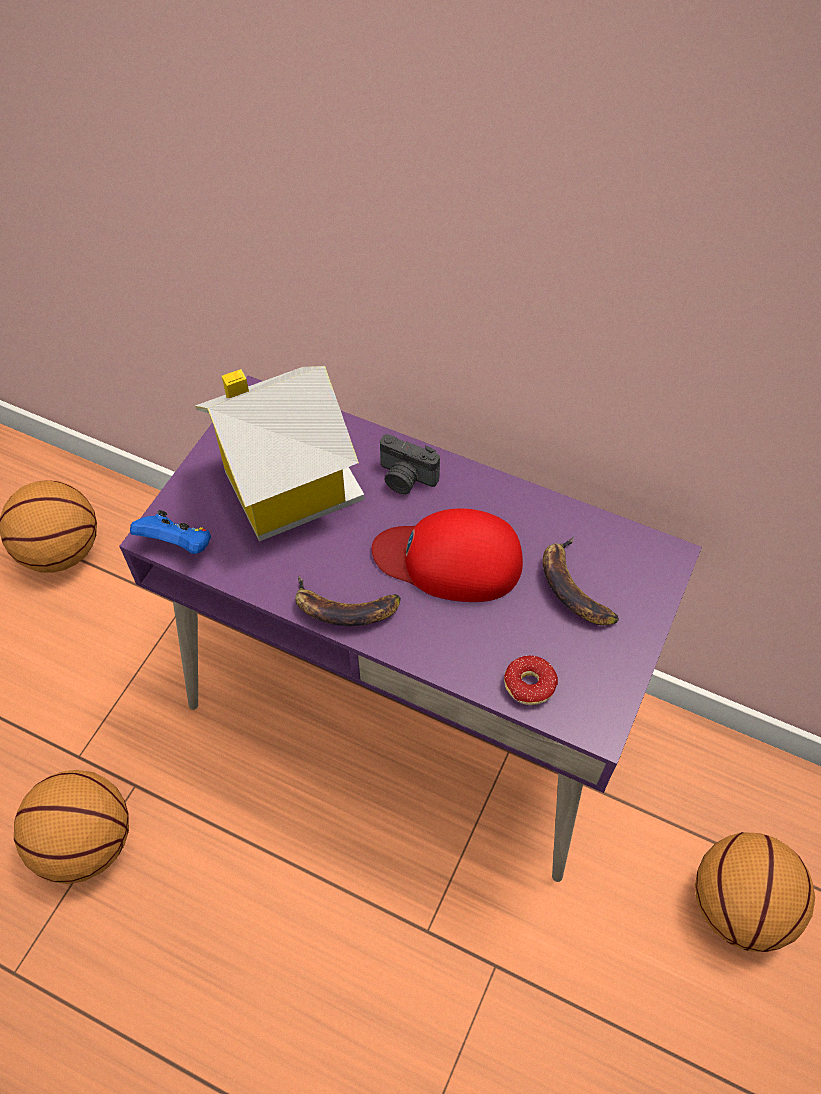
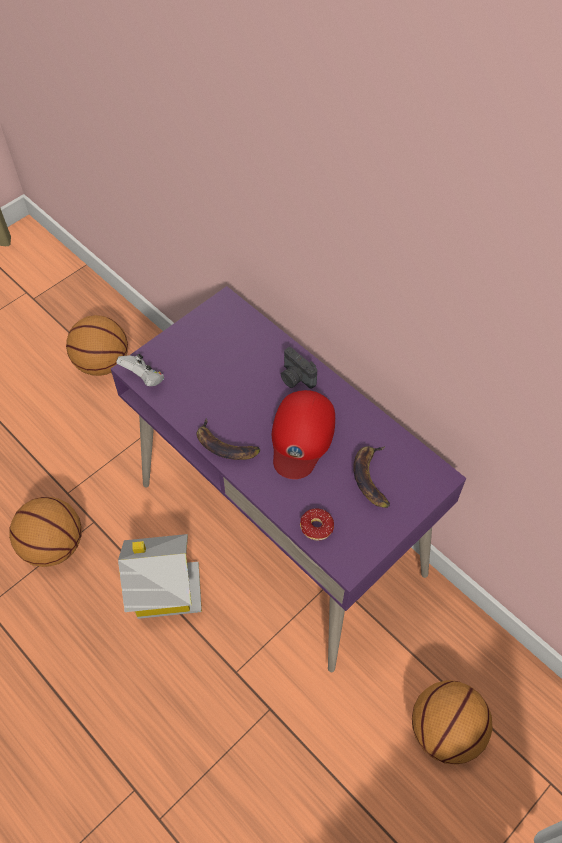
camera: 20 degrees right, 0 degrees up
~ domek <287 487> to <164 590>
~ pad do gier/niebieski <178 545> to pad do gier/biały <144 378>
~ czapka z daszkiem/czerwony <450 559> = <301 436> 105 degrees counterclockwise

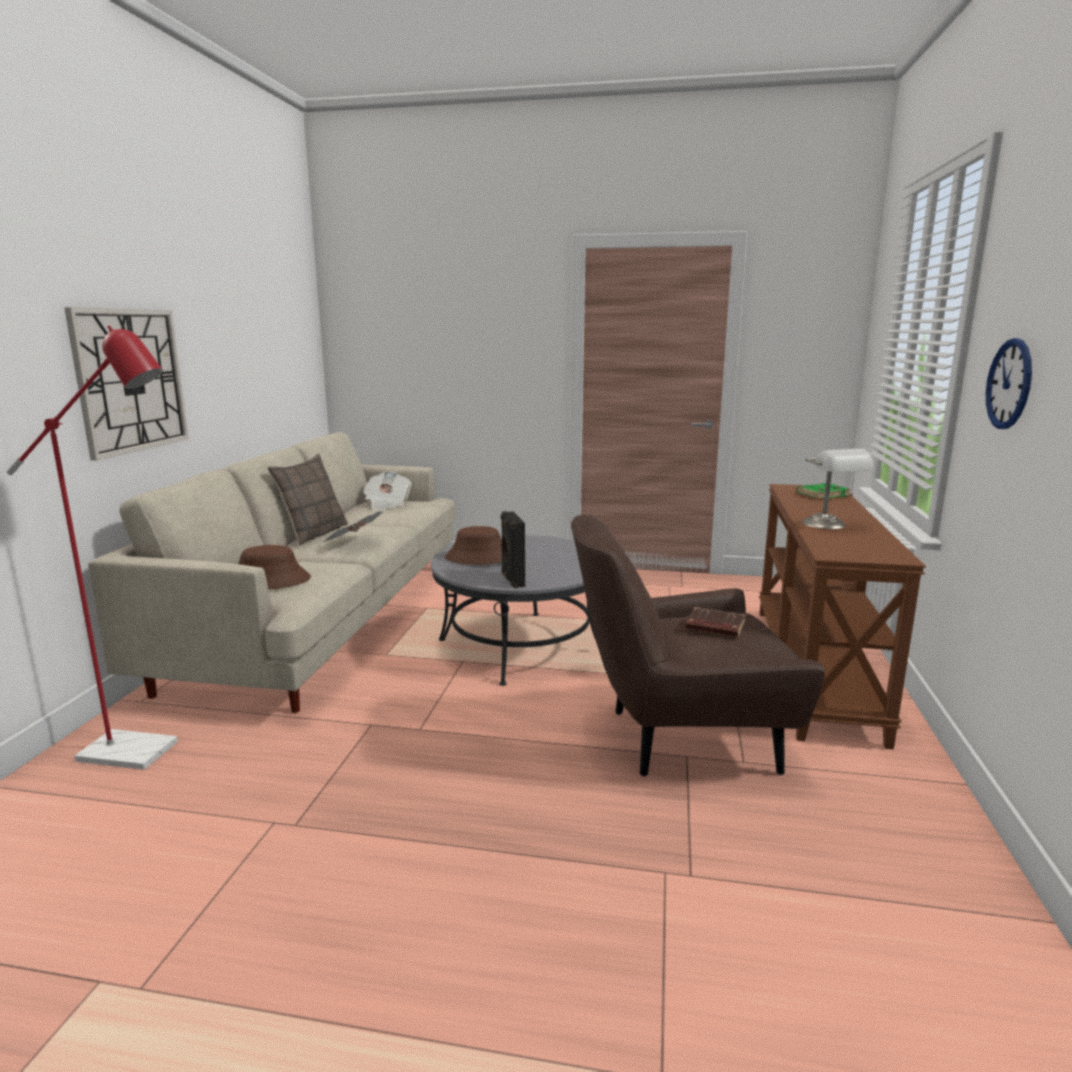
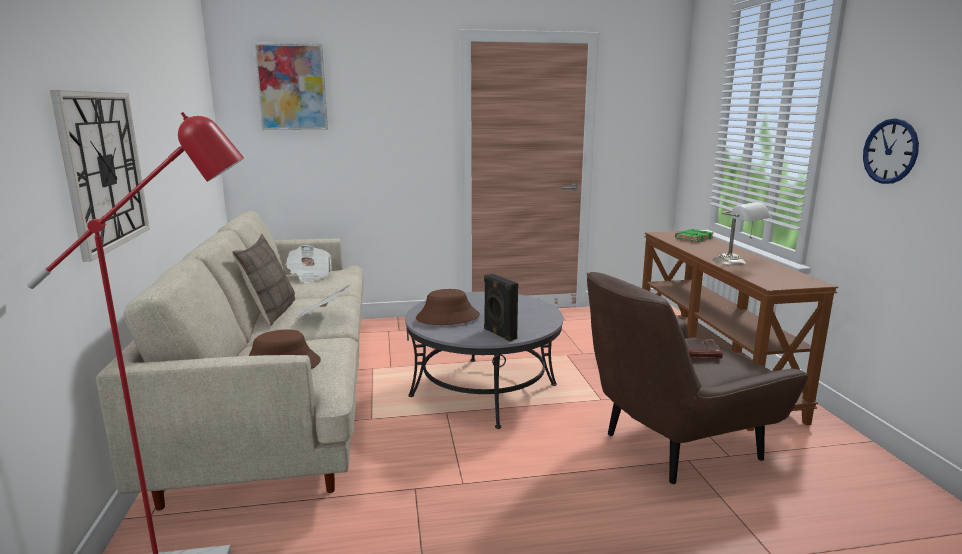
camera: 20 degrees left, 0 degrees up
+ obraz <292 87>

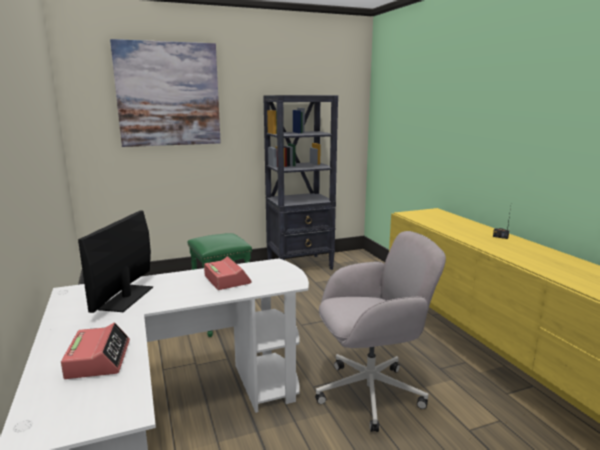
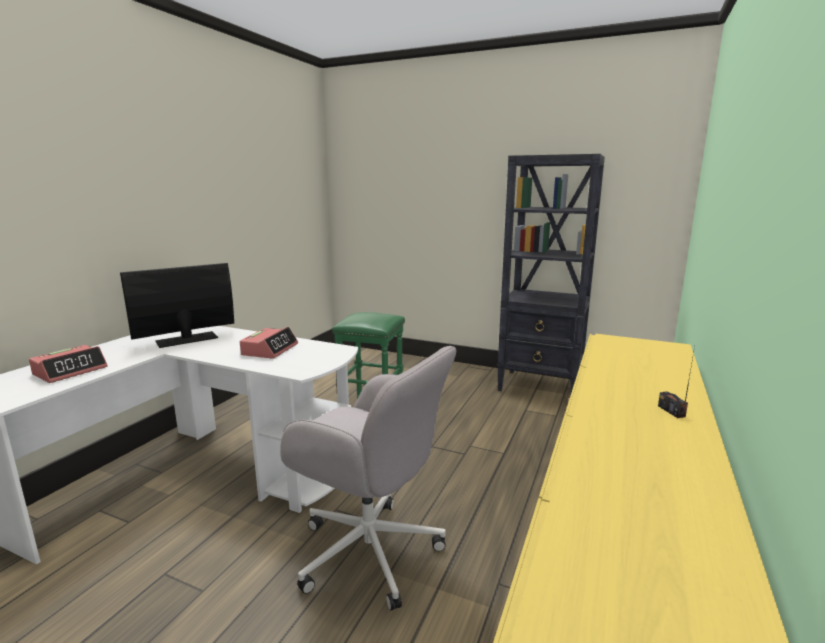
camera: 45 degrees right, 0 degrees up
- obraz <168 94>

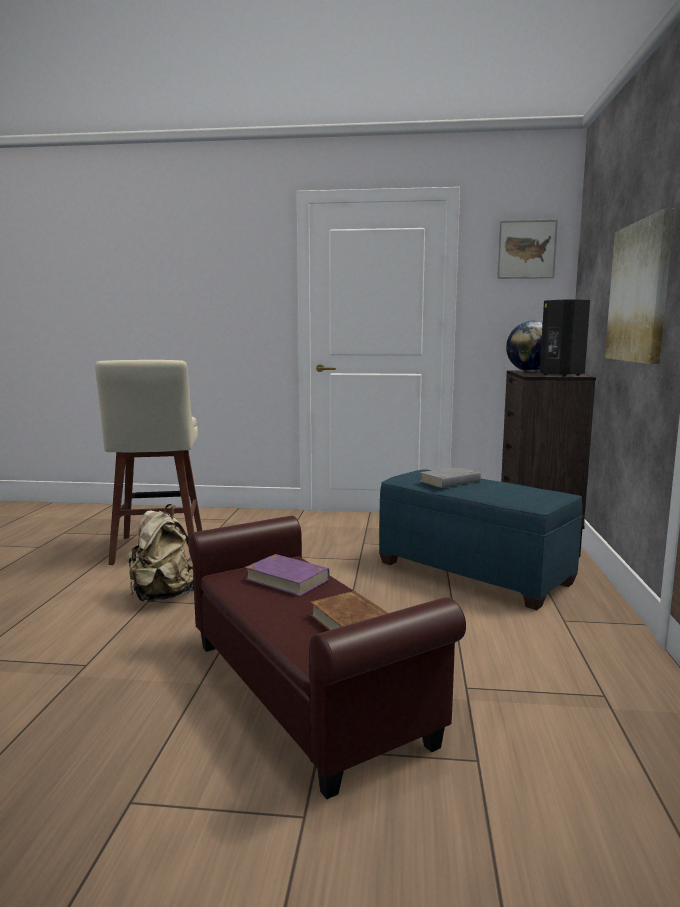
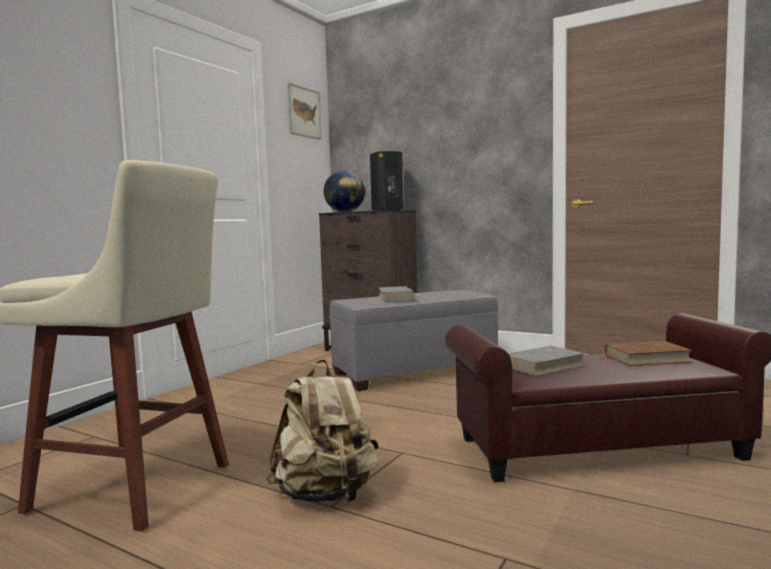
camera: 65 degrees left, 5 degrees down
- obraz <639 292>
~ książka/fioletowy <287 579> to książka/szary <542 366>
~ pufa/niebieski <474 573> to pufa/szary <415 372>

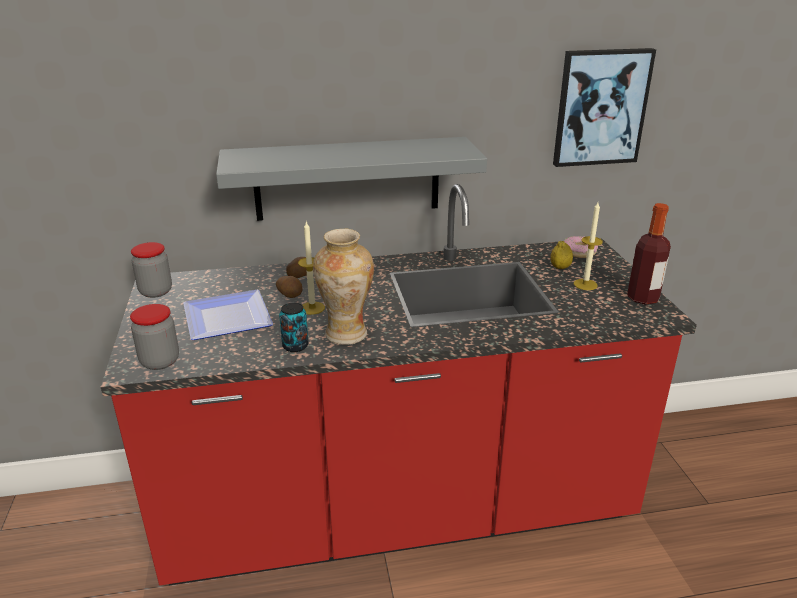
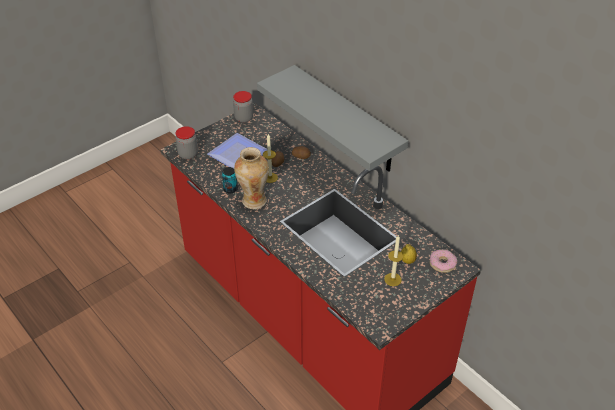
camera: 60 degrees right, 15 degrees up
- obraz <600 107>
- butelka <643 298>

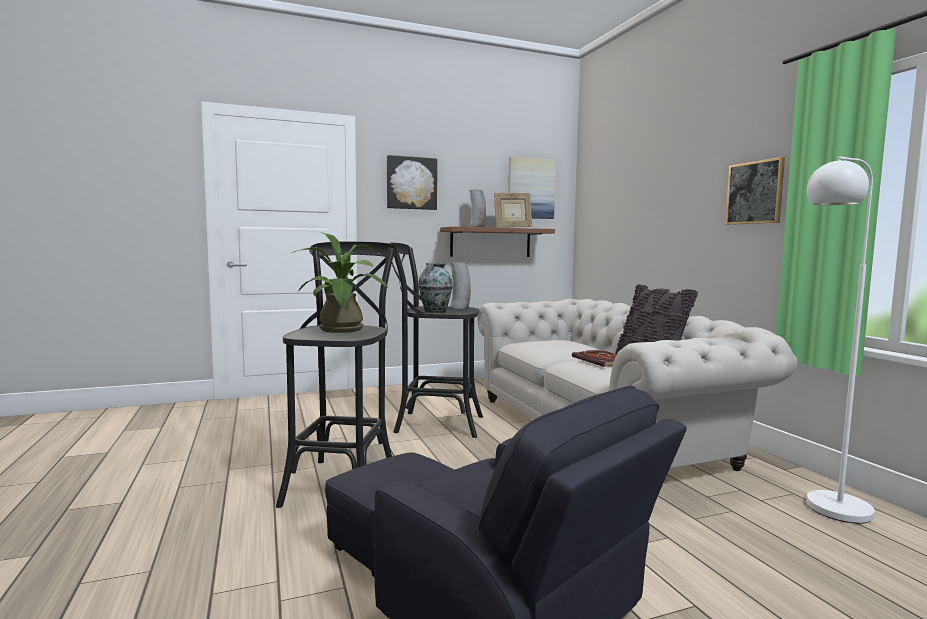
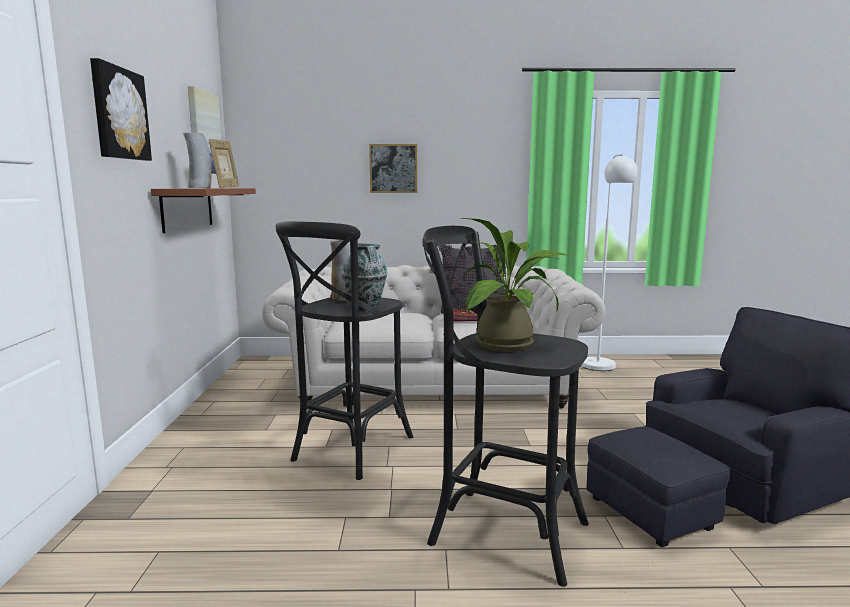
camera: 70 degrees left, 5 degrees up
~ obraz <755 192> to <393 168>

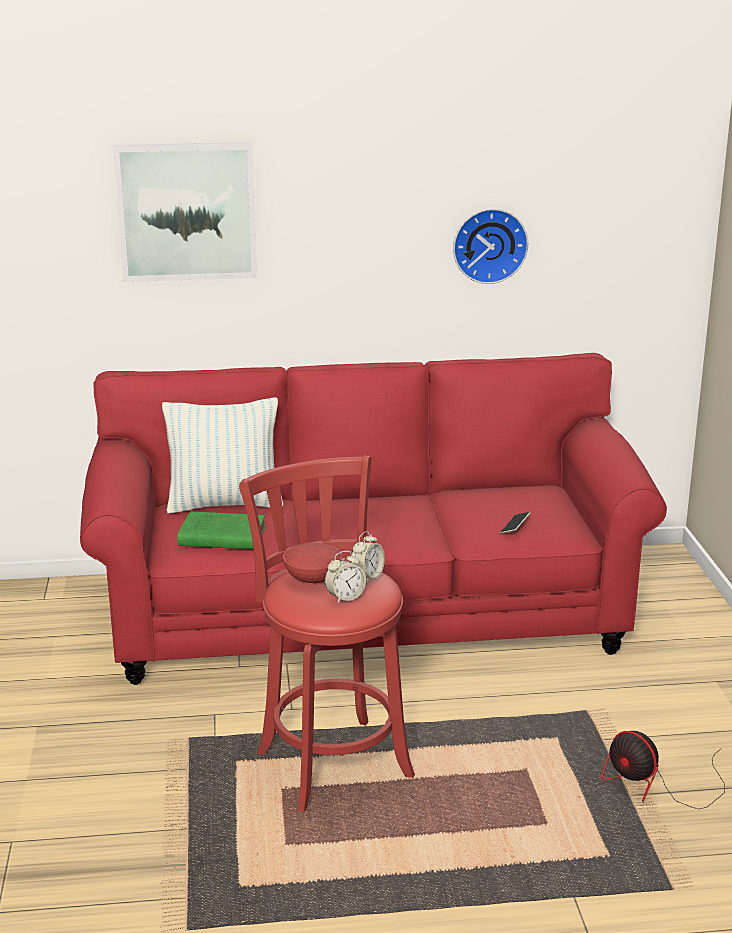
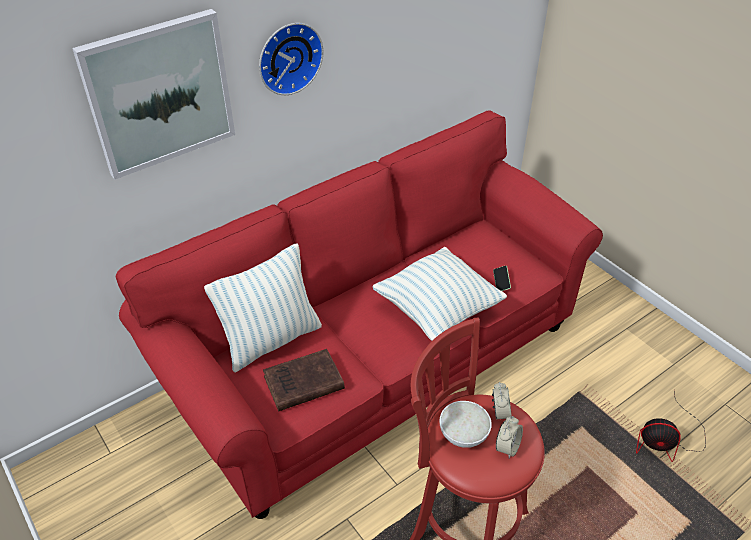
camera: 30 degrees left, 20 degrees up
+ poduszka <437 310>
~ zegar ścienny <489 245> to <288 57>
~ książka/zielony <220 536> to książka/brązowy <301 384>
~ miska/czerwony <312 579> to miska/biały <463 435>

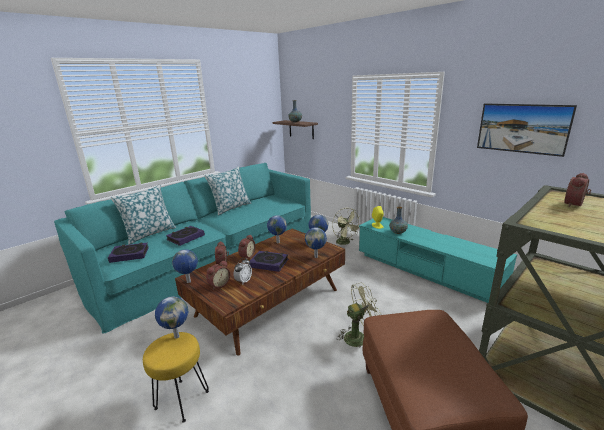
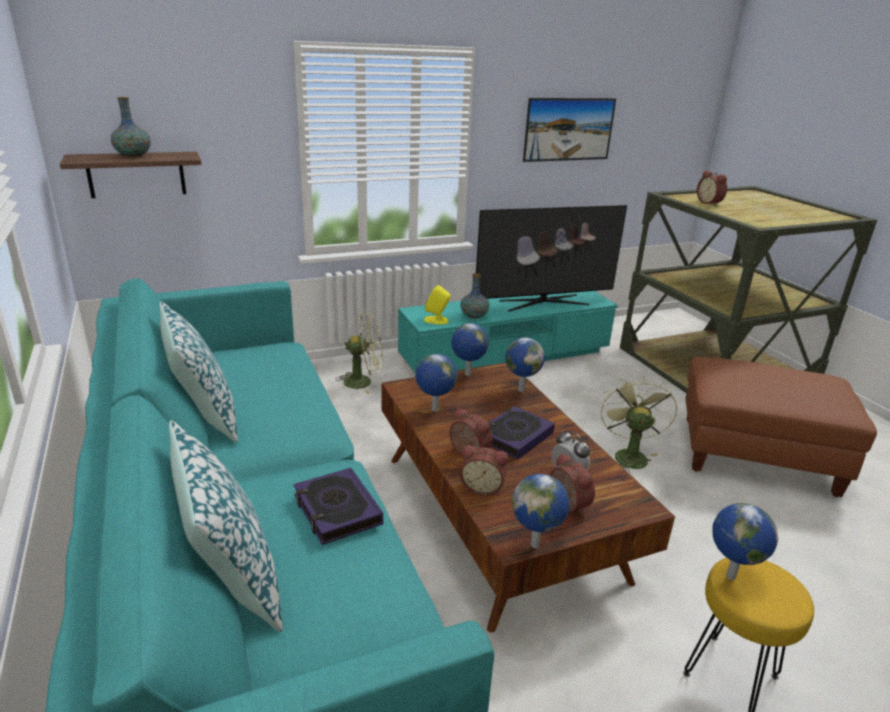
camera: 70 degrees left, 5 degrees up
- książka <129 255>
+ telewizor <543 302>

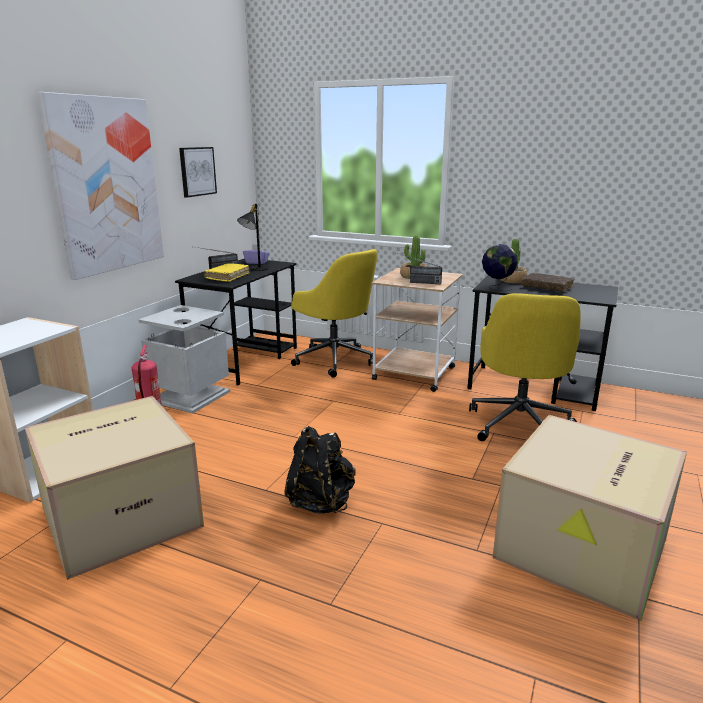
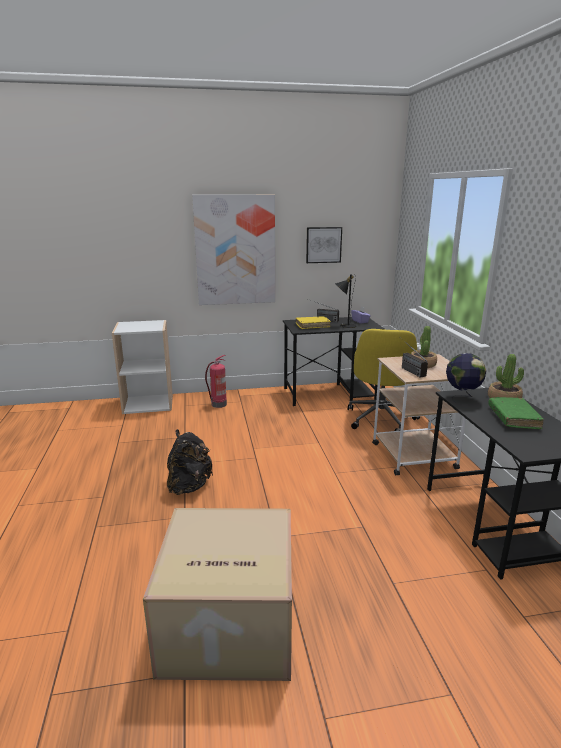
camera: 55 degrees right, 0 degrees up
- karton <123 515>
- kosz na śmieci/szary <190 396>
- krzesło biurowe/żółty <519 426>
~ książka/brązowy <547 287> to książka/zielony <513 418>

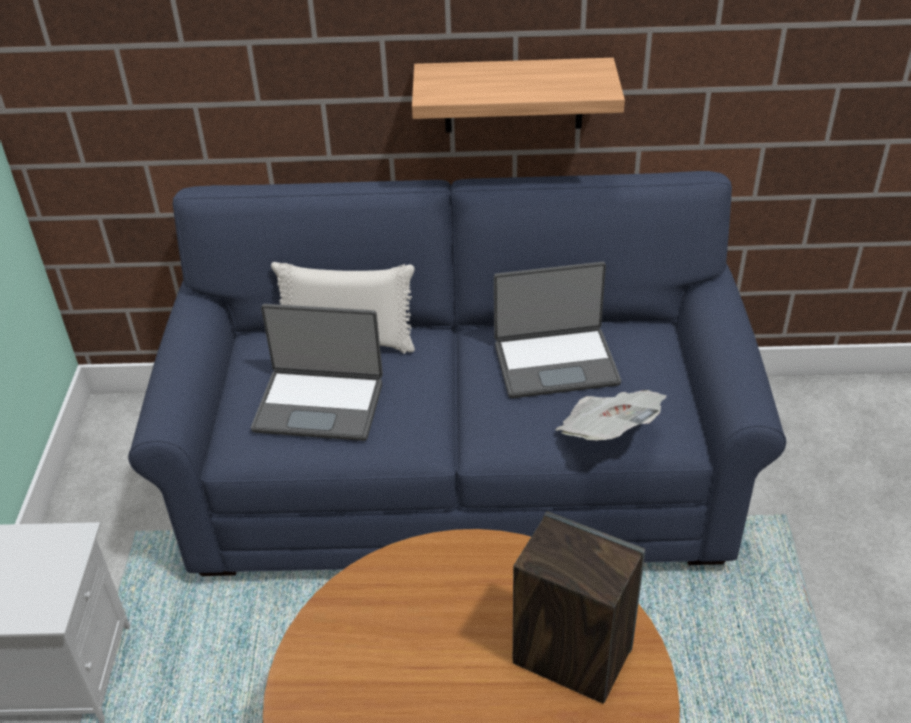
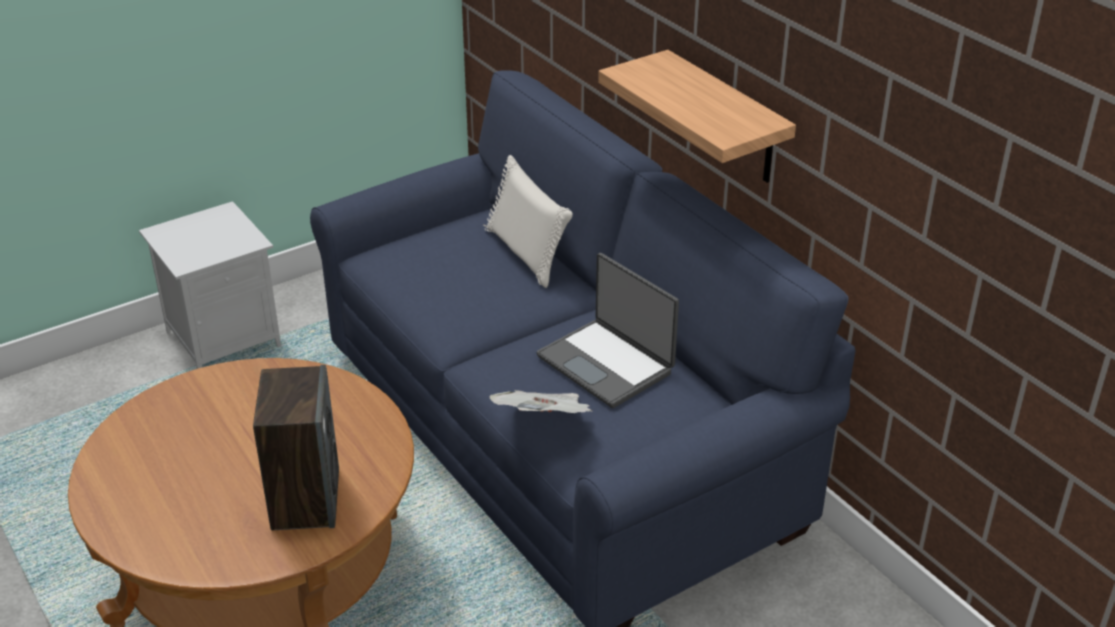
camera: 55 degrees right, 5 degrees down
- laptop <320 404>

